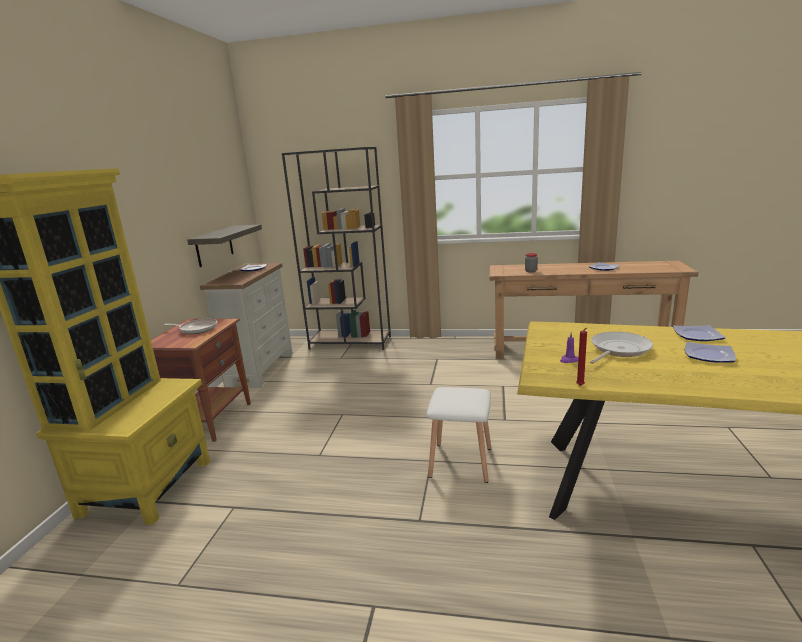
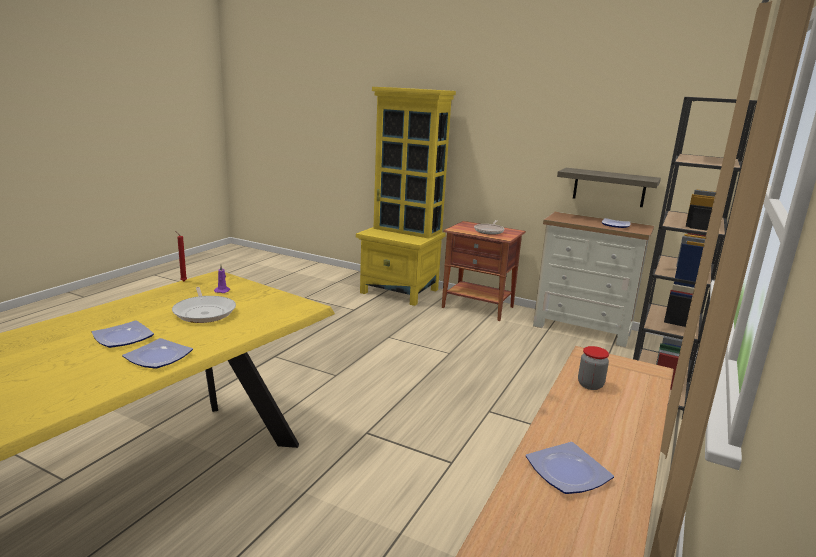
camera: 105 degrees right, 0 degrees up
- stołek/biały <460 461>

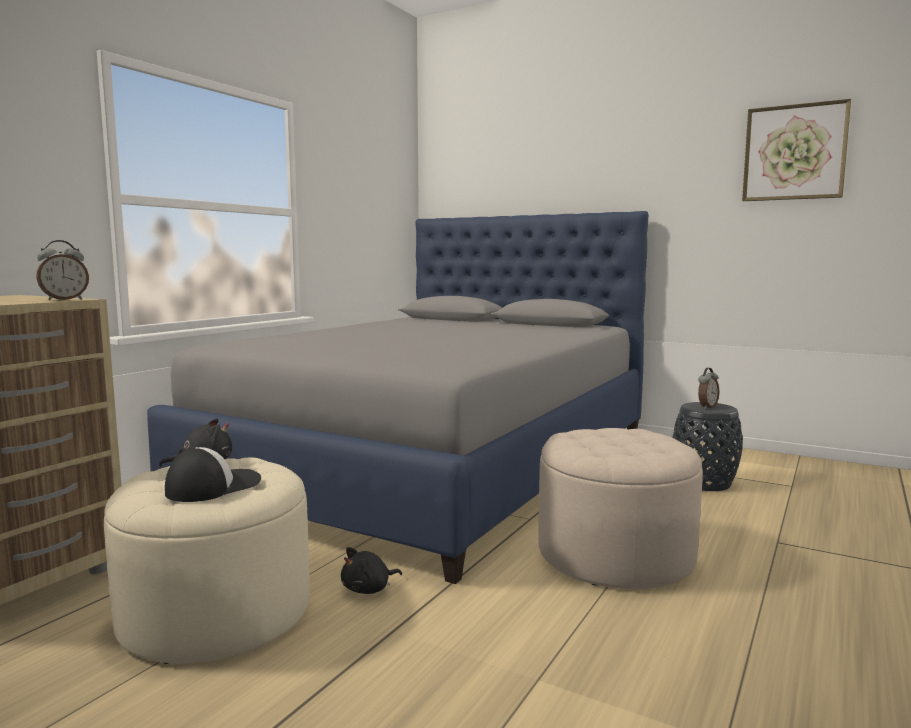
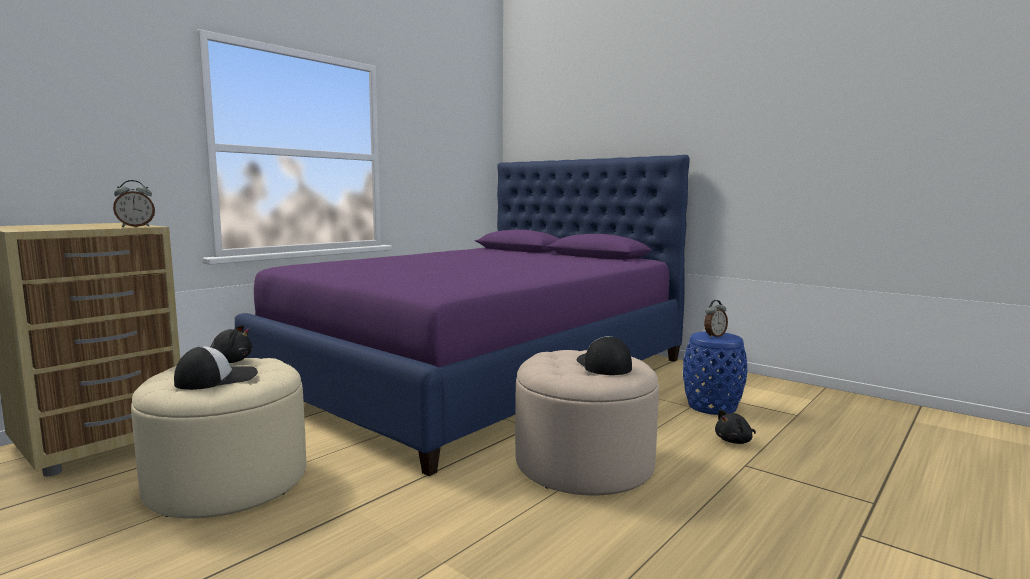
camera: 10 degrees right, 0 degrees up
- obraz <794 152>
+ czapka z daszkiem <603 365>
~ pluszak/czarny <368 589> to <735 441>
~ łóżko/szary <435 462> to łóżko/fioletowy <481 373>
~ stołek/czarny <704 483> to stołek/niebieski <712 406>

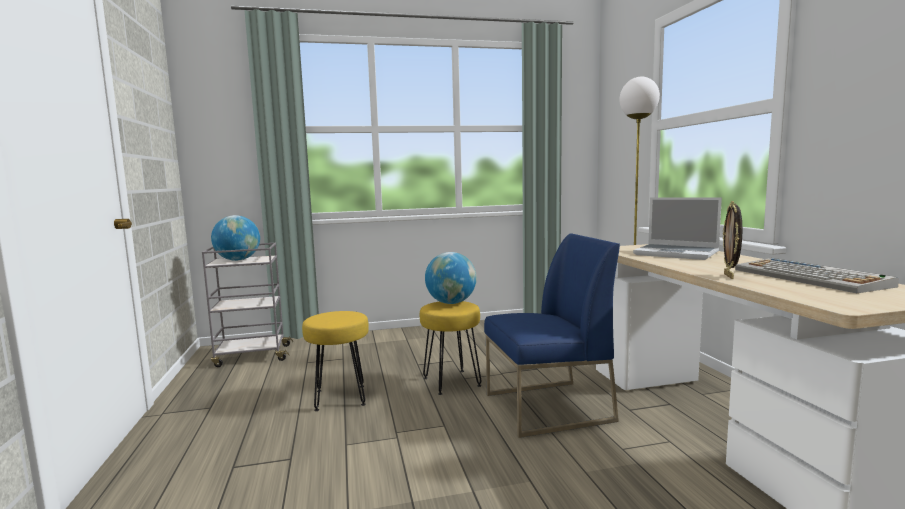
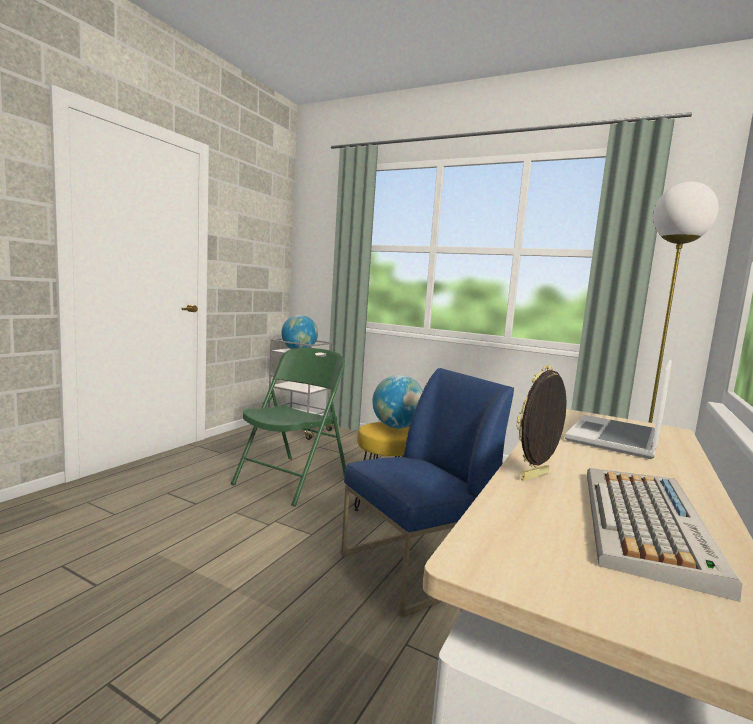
camera: 40 degrees right, 0 degrees up
~ stołek/żółty <341 397> to krzesło/zielony <292 480>
~ krzesło/niebieski <547 408> = <415 567> 60 degrees counterclockwise
~ laptop <677 253> = <616 439> 45 degrees clockwise

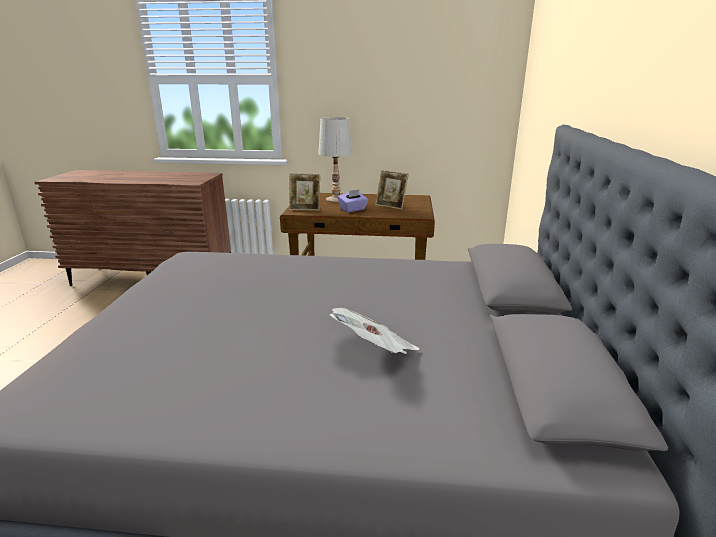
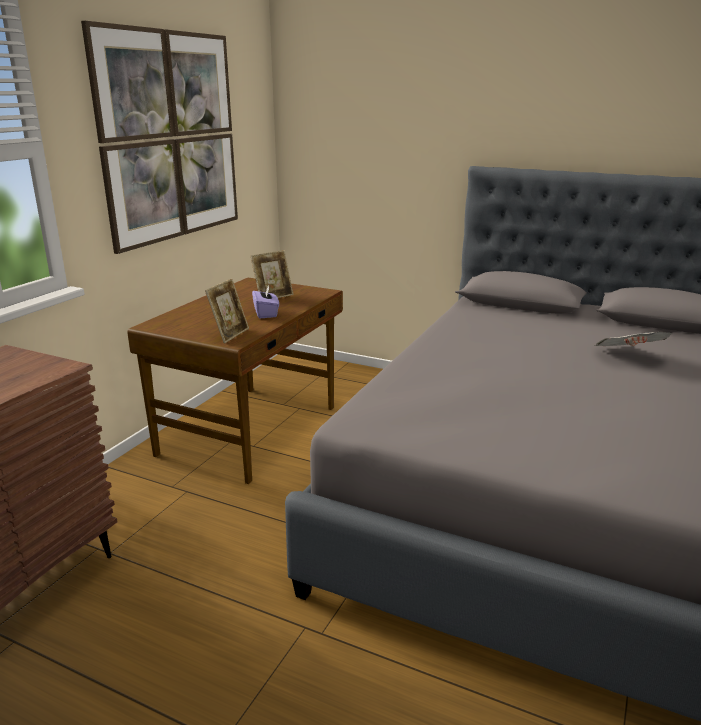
camera: 70 degrees left, 0 degrees up
- lampa stołowa/biały <335 199>
+ obraz <170 137>

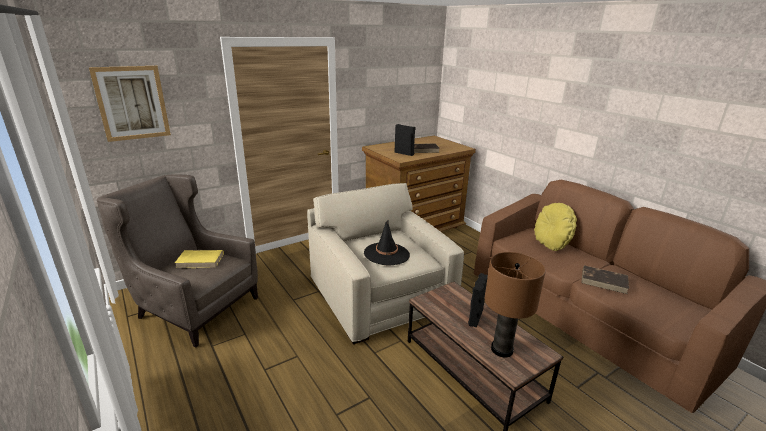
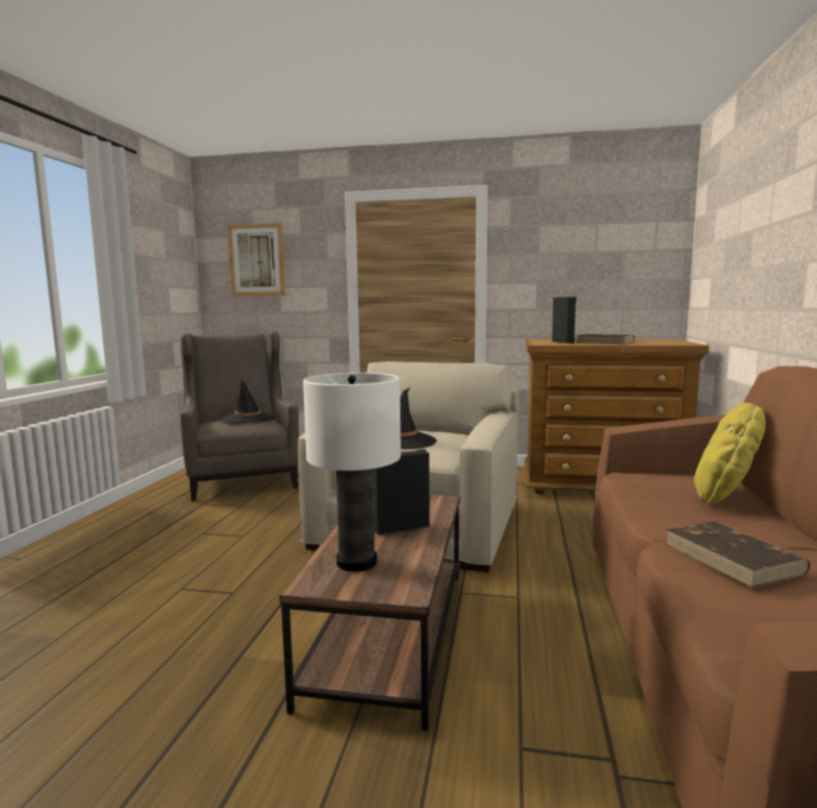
camera: 45 degrees right, 15 degrees down
~ książka/żółty <201 261> to kapelusz/czarny <248 419>
~ lampa stołowa/brązowy <501 349> to lampa stołowa/biały <357 562>

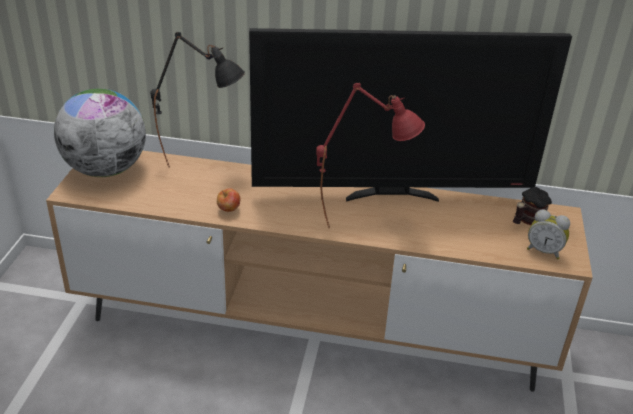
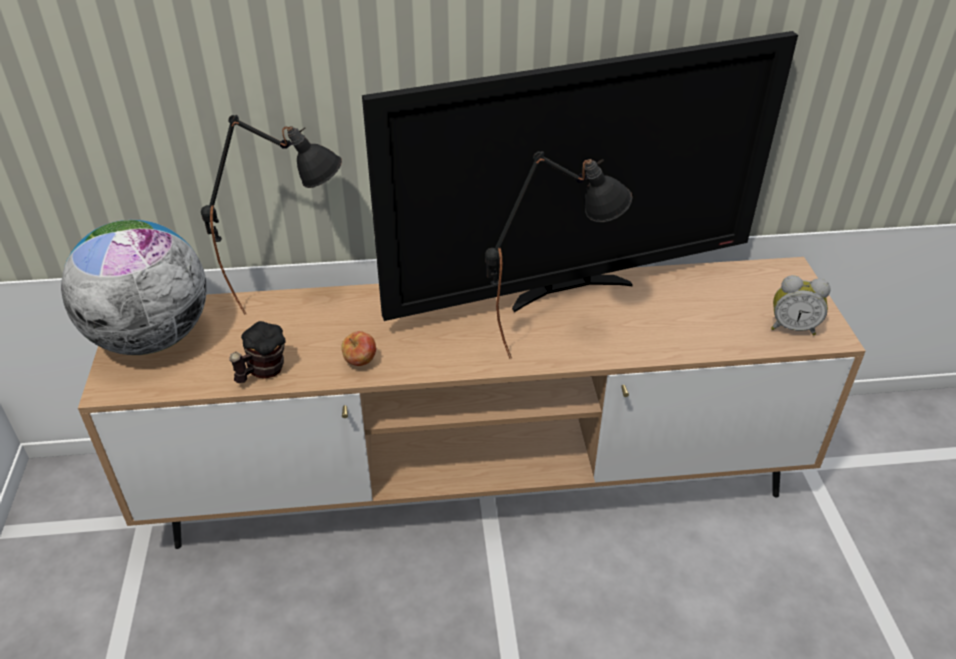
camera: 15 degrees left, 5 degrees up
~ kubek <526 221> to <262 372>
~ lampa stołowa/czerwony <362 221> to lampa stołowa/czarny <549 337>

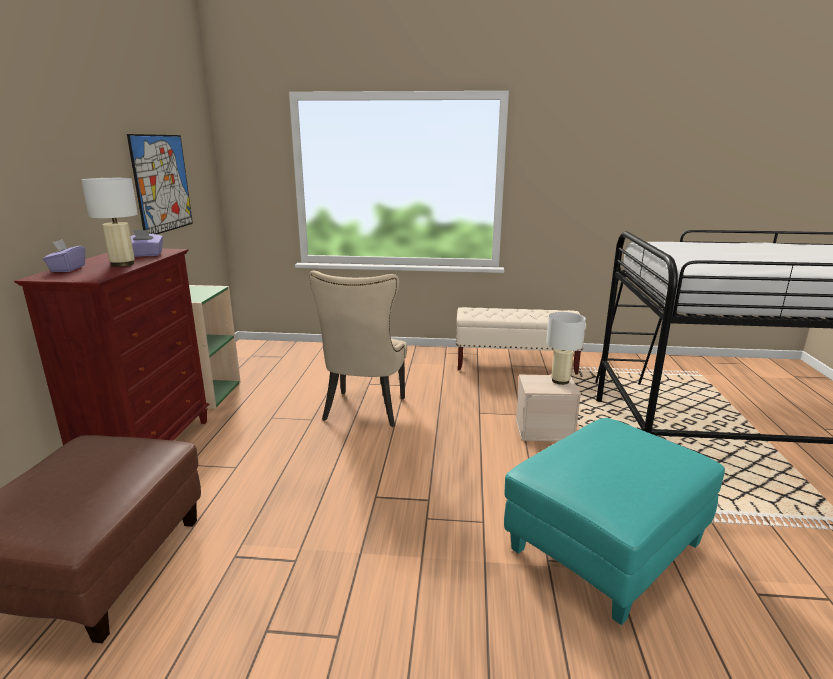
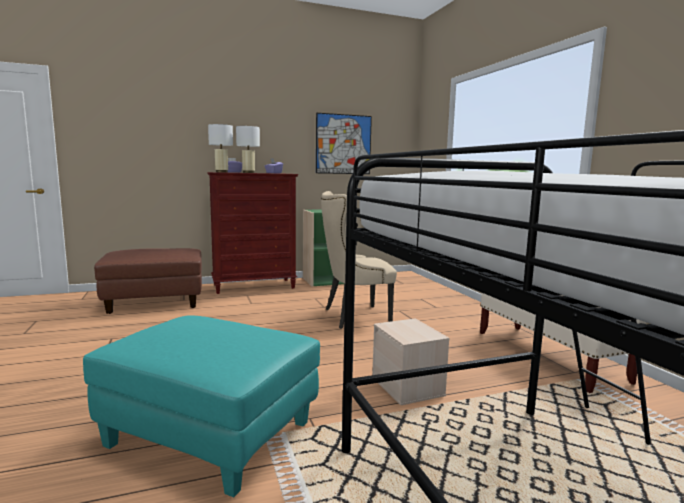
camera: 65 degrees right, 10 degrees down
~ lampa stołowa/biały <559 381> to <221 172>

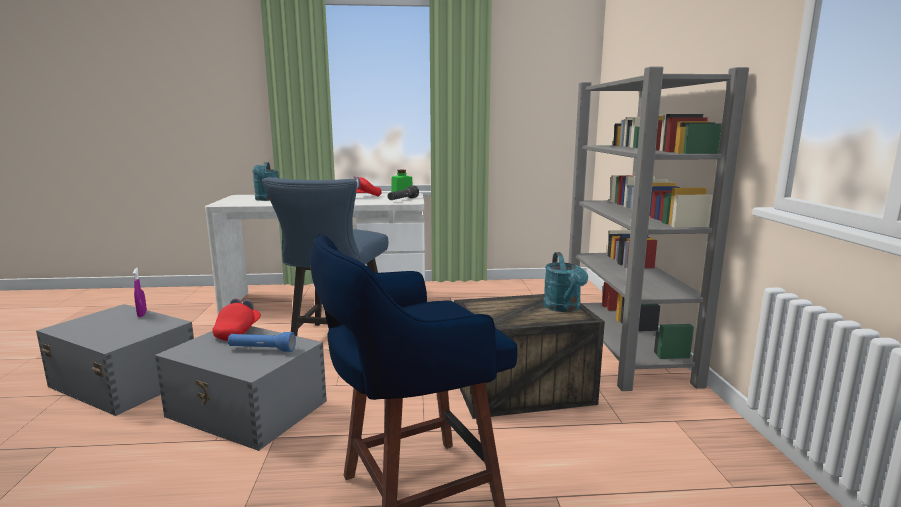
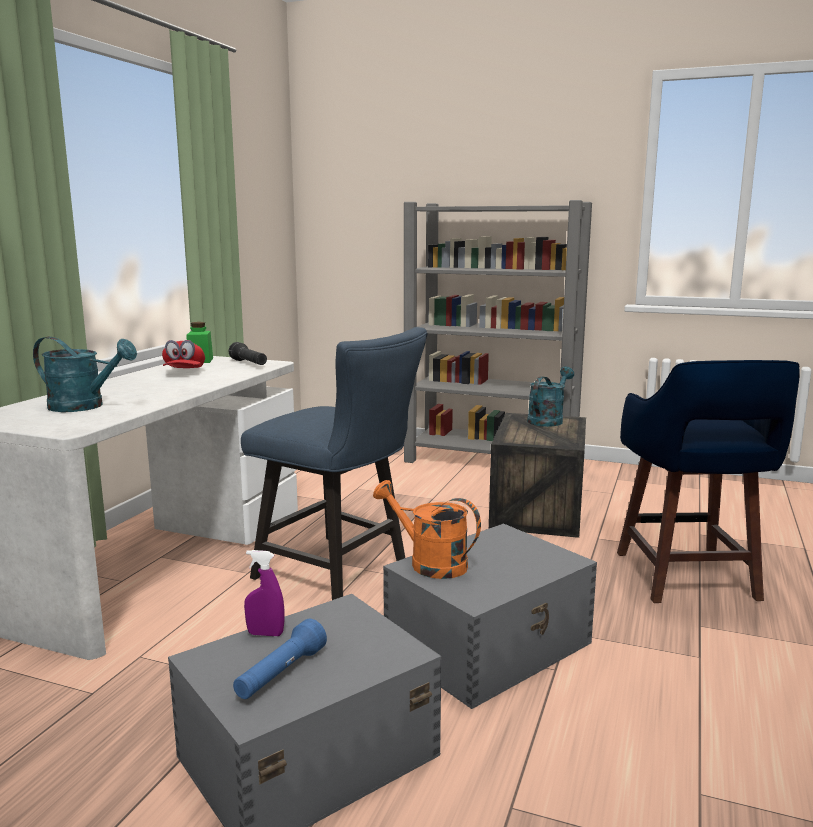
camera: 65 degrees left, 0 degrees up
~ latarka/niebieski <262 349> to <280 674>
~ czapka z daszkiem/czerwony <238 331> to konewka/pomarańczowy <429 563>
~ konewka/turkusowy <564 308> = <548 420> 75 degrees counterclockwise

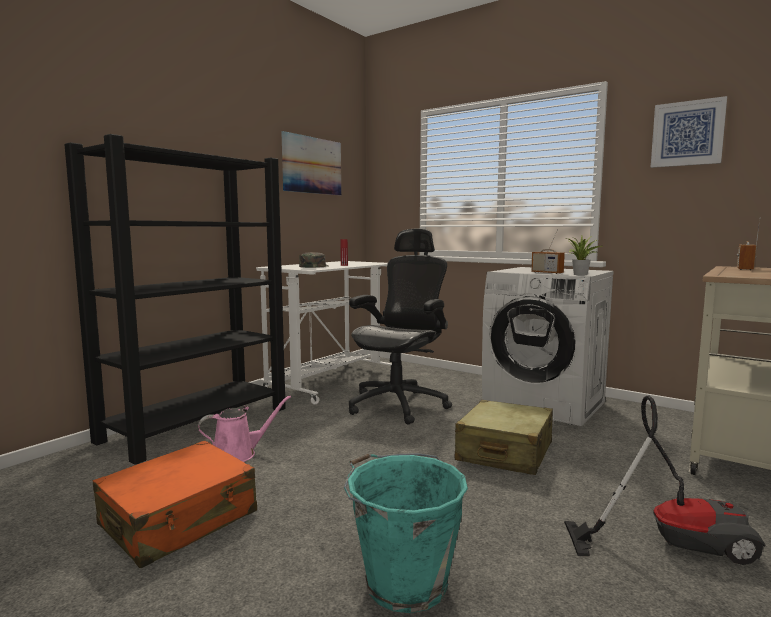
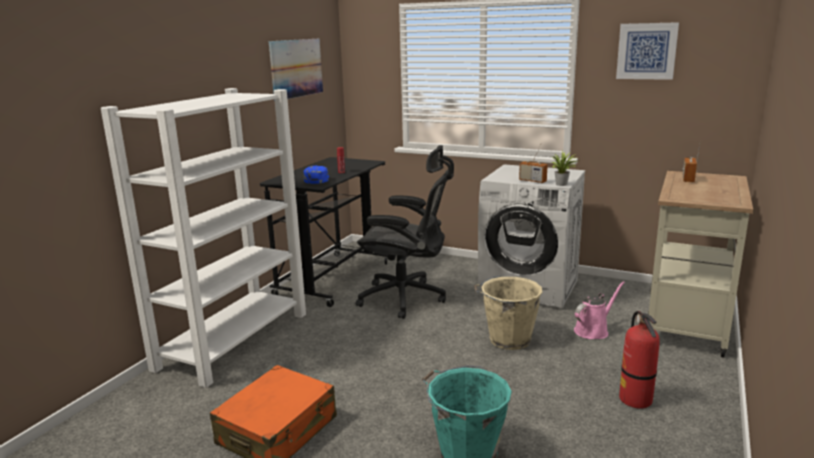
camera: 10 degrees left, 10 degrees up
~ konewka/różowy <238 454> to <593 330>
~ walizka/beżowy <504 452> to wiadro/beżowy <508 339>
~ odkurzacz <671 541> to gaśnica <636 400>
~ regał/czarny <197 424> to regał/biały <234 340>
~ biurko/biały <331 382> to biurko/czarny <333 278>
~ czapka z daszkiem/zielony <314 267> to czapka z daszkiem/niebieski <316 179>
~ krzesło biurowe <400 404> = <406 298> 90 degrees clockwise

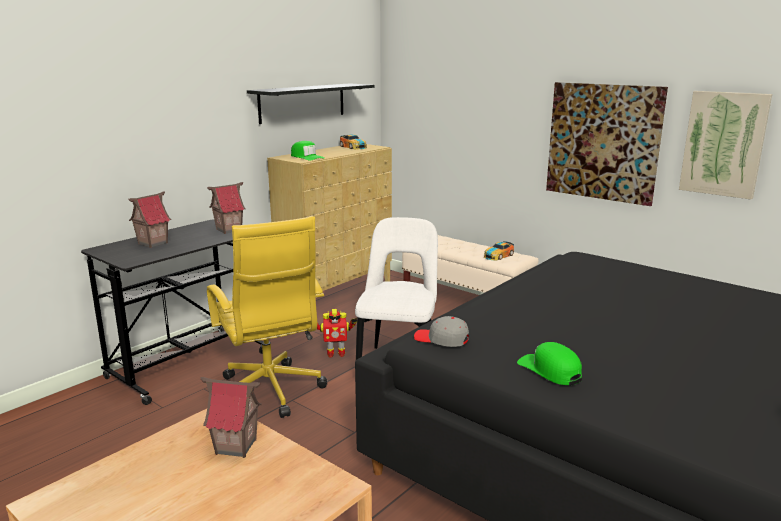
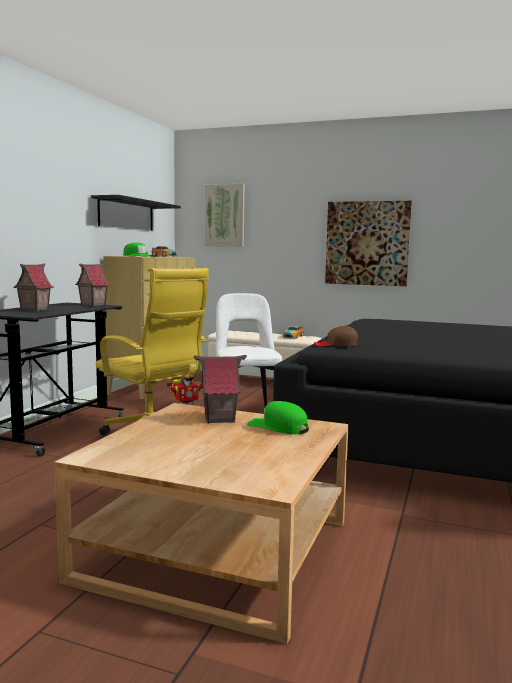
camera: 20 degrees left, 10 degrees down
~ czapka z daszkiem/zielony <550 370> to <278 427>
~ obraz <723 144> to <224 215>
~ czapka z daszkiem/szary <441 339> to czapka z daszkiem/brązowy <336 345>

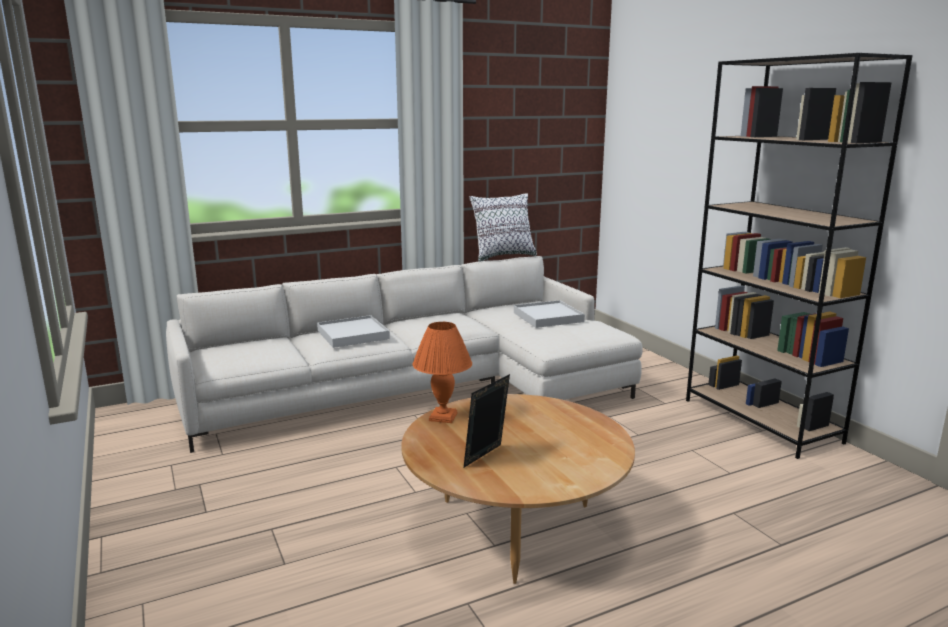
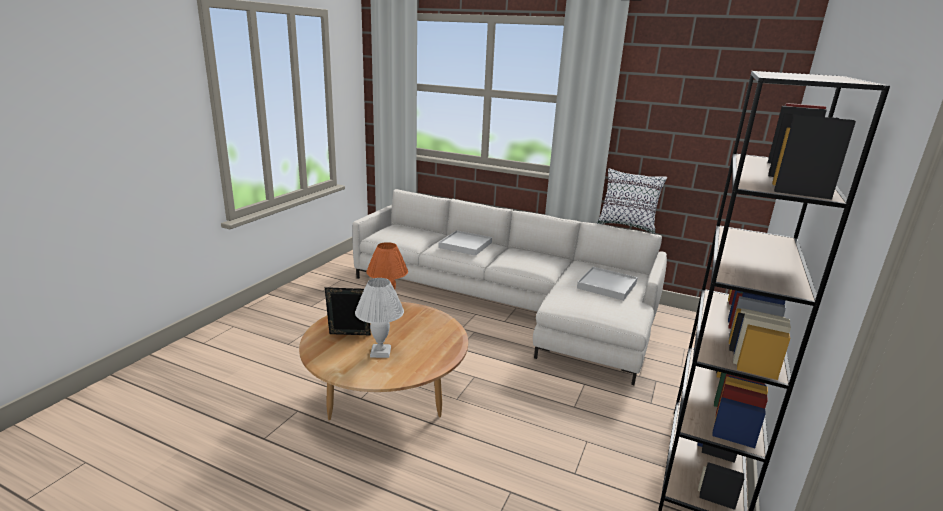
camera: 50 degrees right, 5 degrees up
+ lampa stołowa/biały <380 352>

